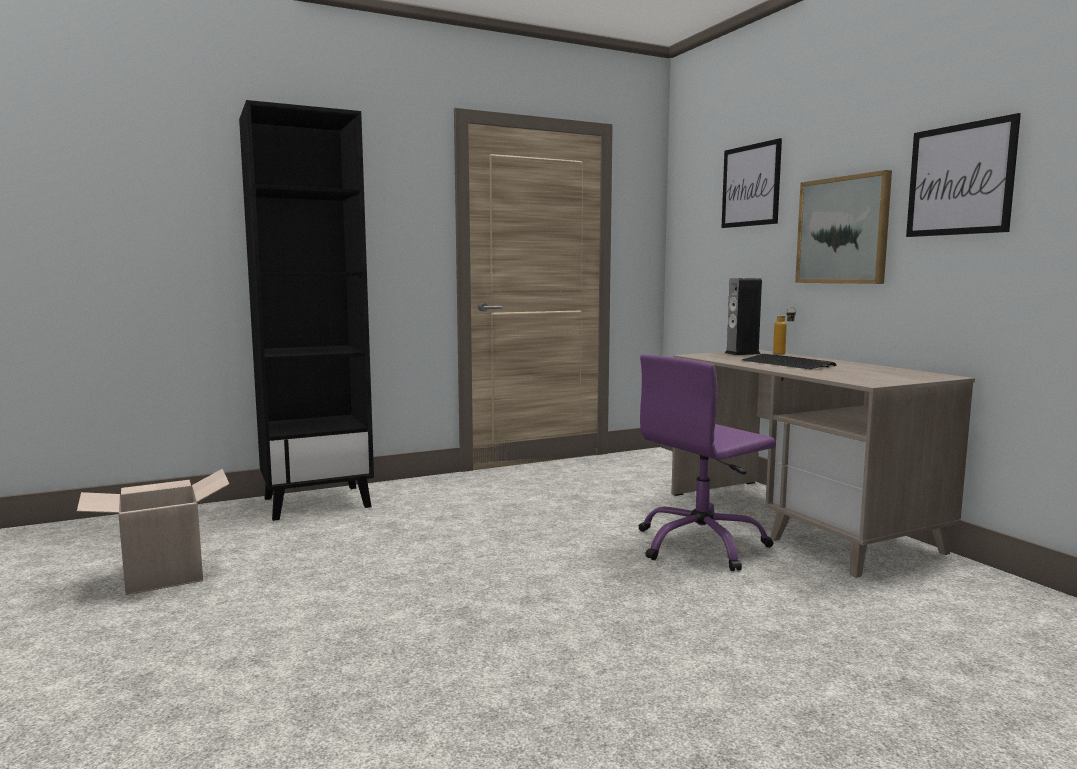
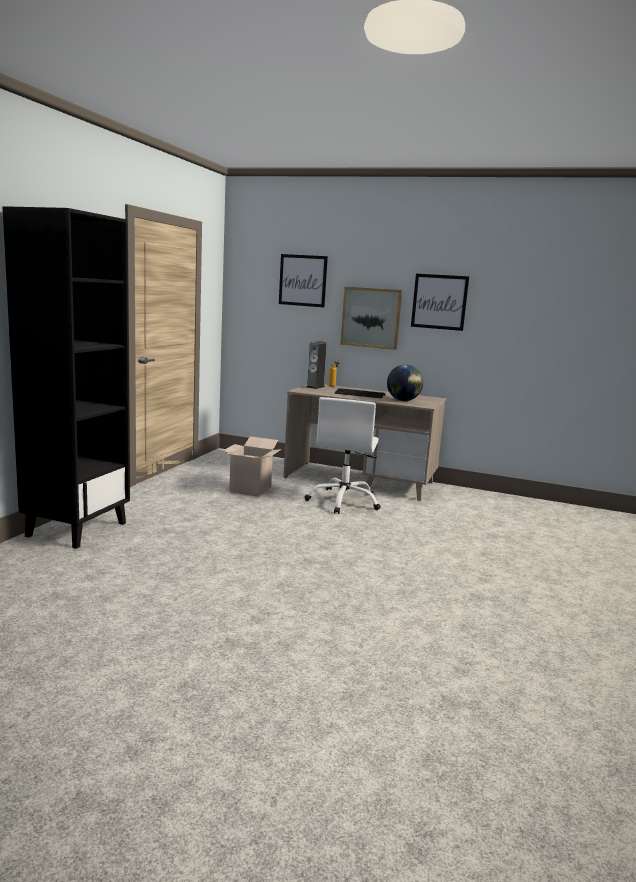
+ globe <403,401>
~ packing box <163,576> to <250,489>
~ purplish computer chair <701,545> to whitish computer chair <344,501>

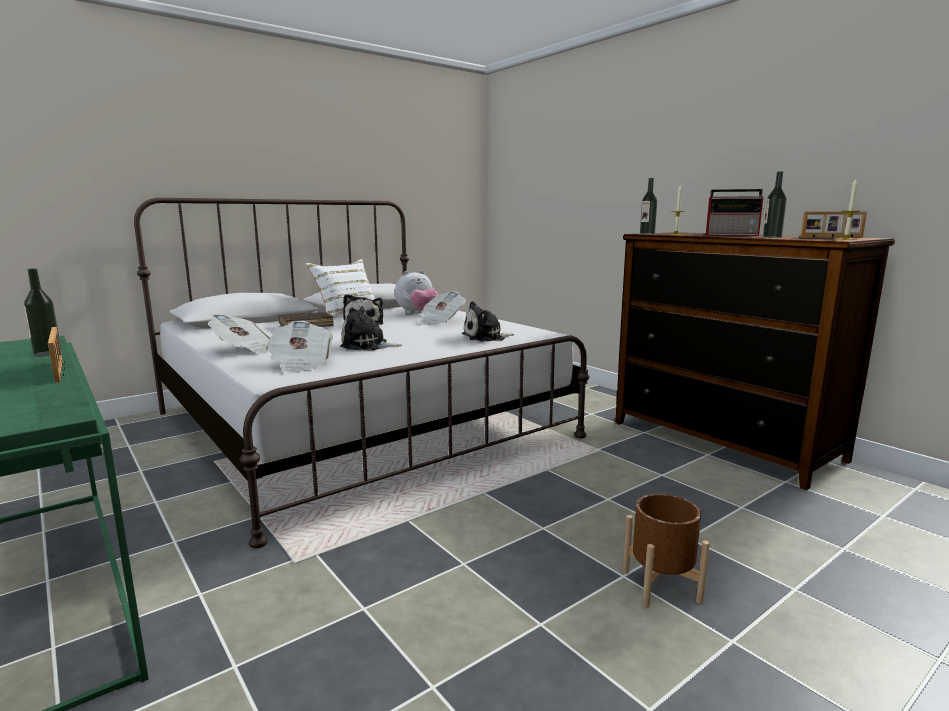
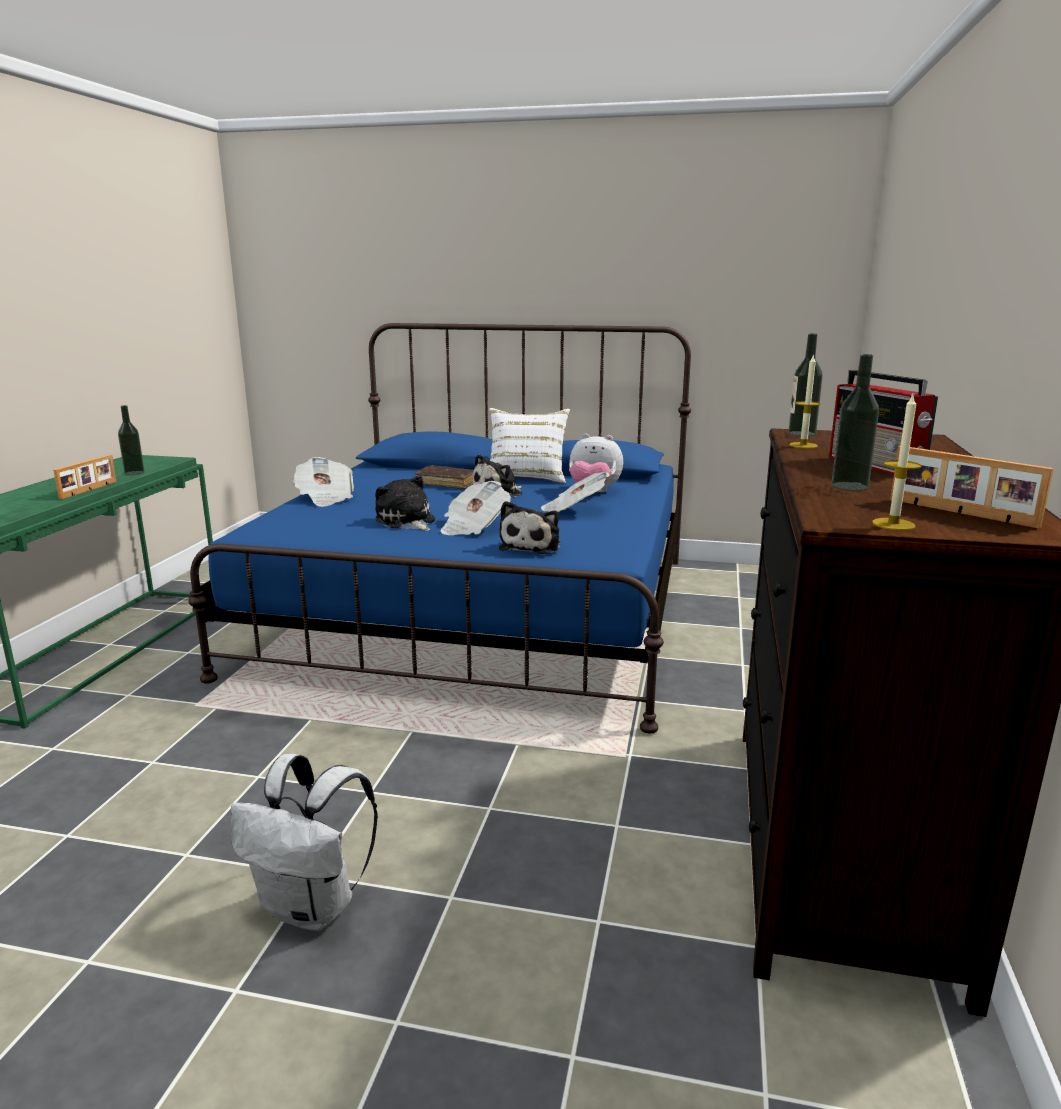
~ daily paper <301,364> to <473,527>
~ brown-coloured flower pot <660,586> to whitish backpack <312,907>
~ whitish sleeping bed <359,424> to blue-coloured sleeping bed <481,612>
~ plush toy <486,337> = <532,546> 105 degrees counterclockwise

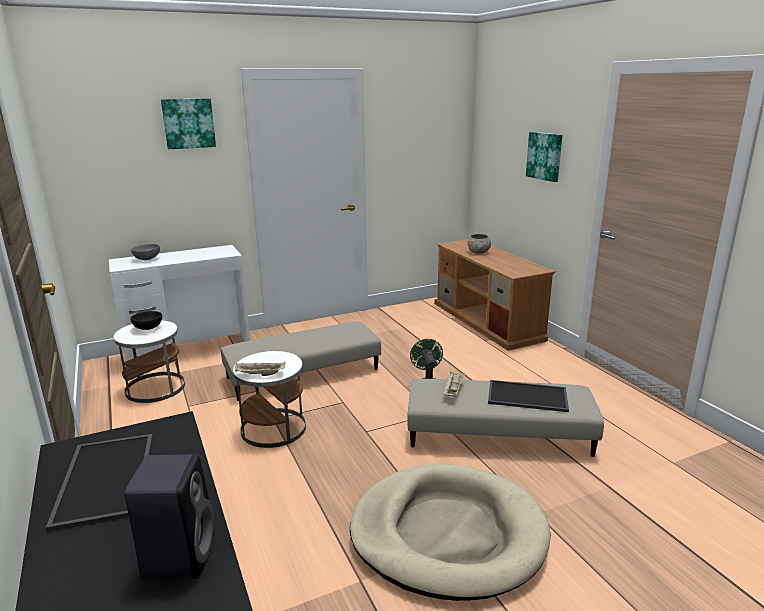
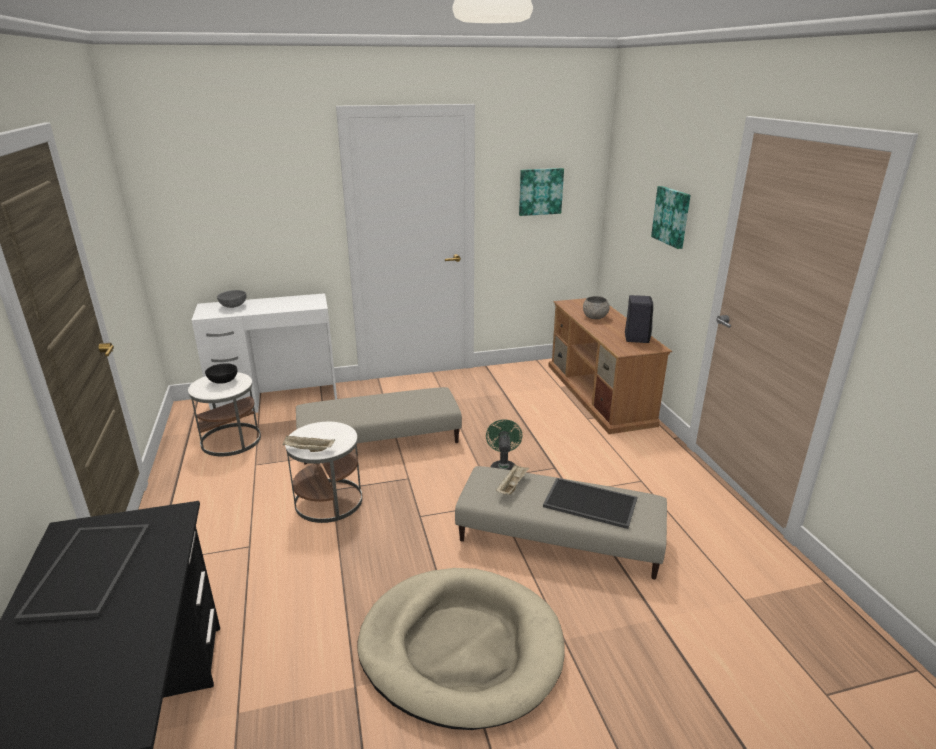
~ black speaker <179,554> to <636,337>
~ wall picture <188,123> to <540,191>

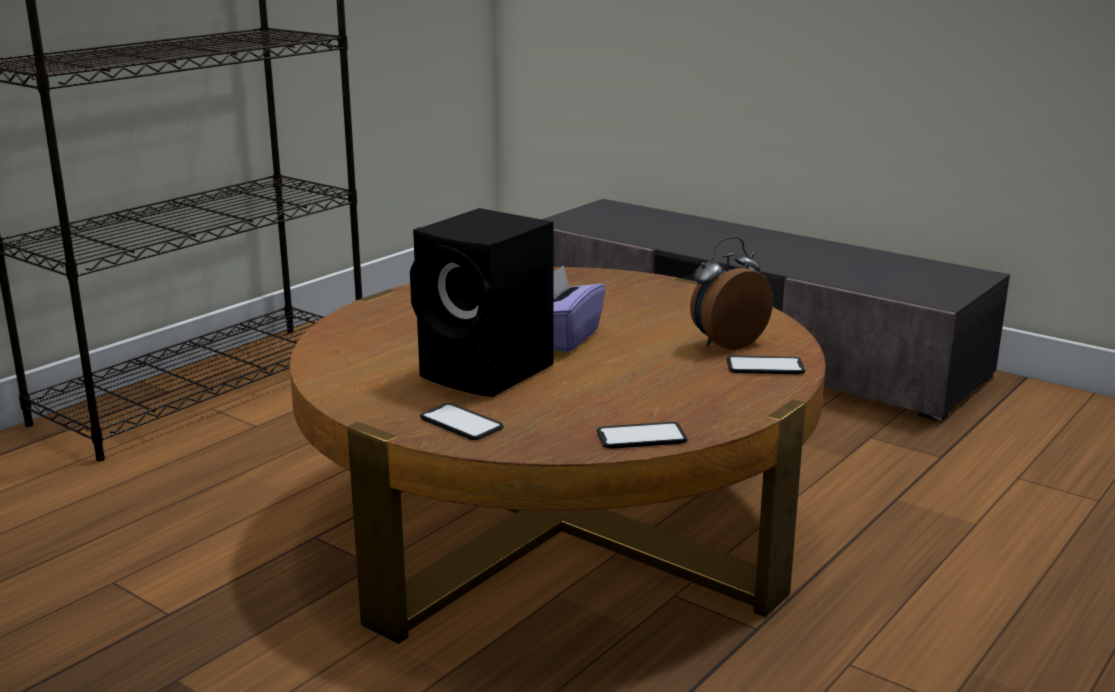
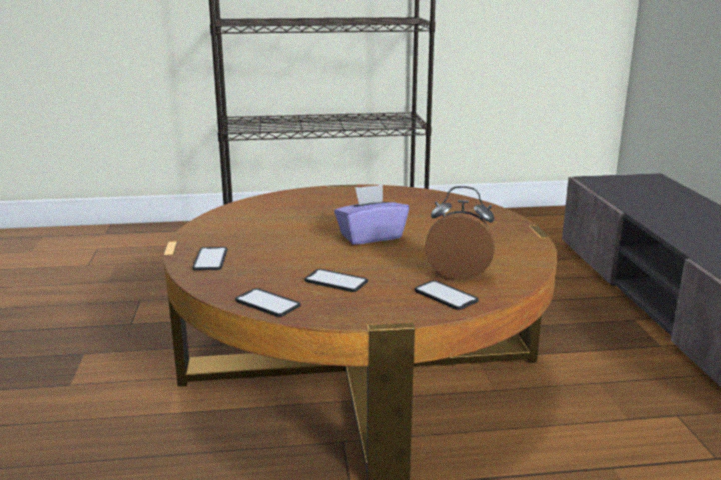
- black speaker <489,373>
+ telephone <336,281>

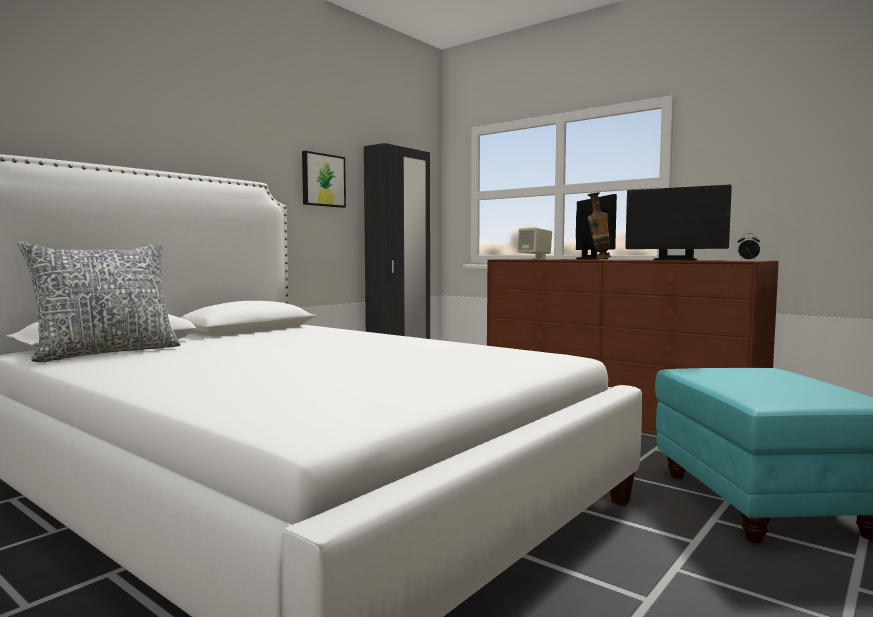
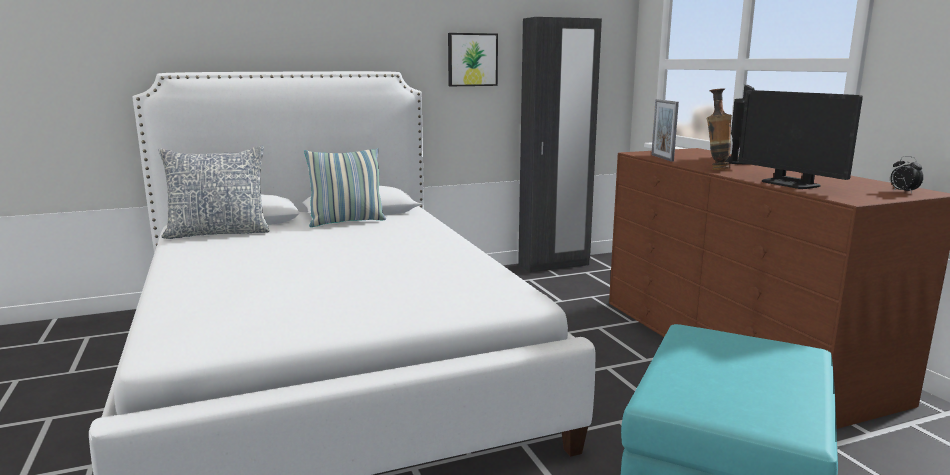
+ throw pillow <347,222>
~ beige-coloured speaker <534,259> to picture frame <662,158>

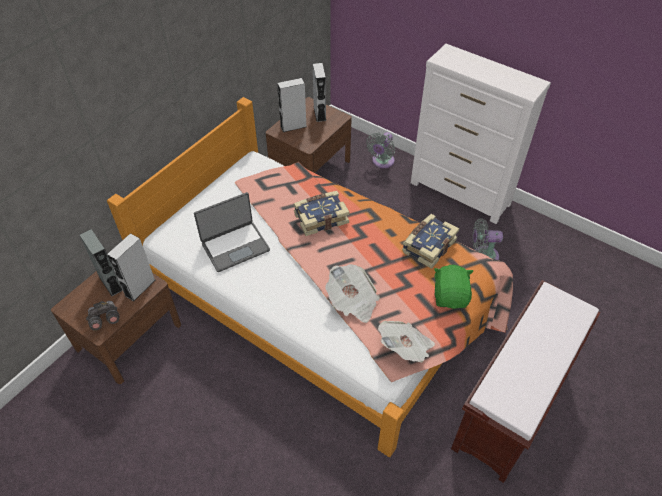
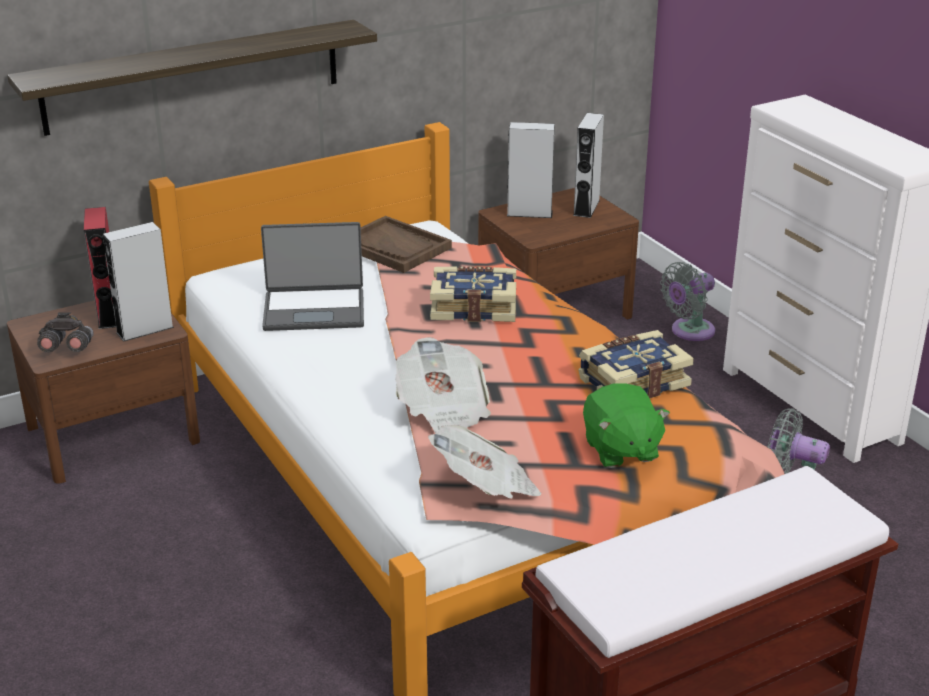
+ bracket shelf <193,76>
+ brown-coloured carrying tray <394,247>
~ greyish speaker <110,283> to red speaker <109,315>
~ green plush toy <450,296> = <620,450> 135 degrees clockwise

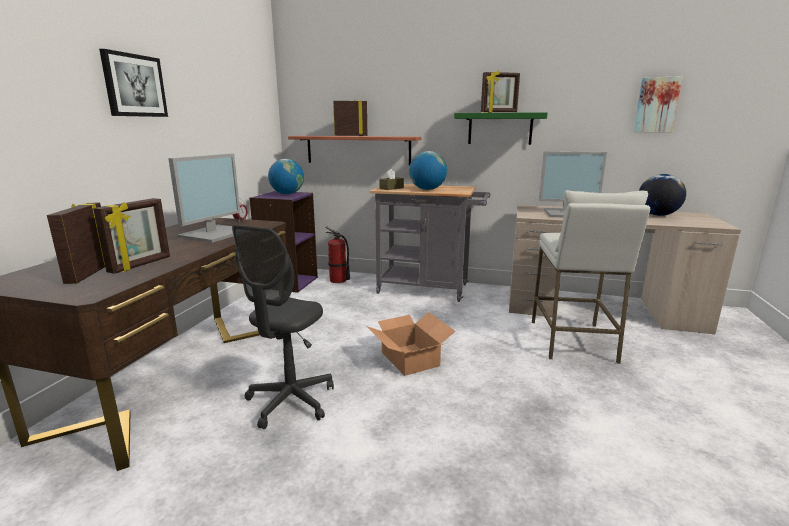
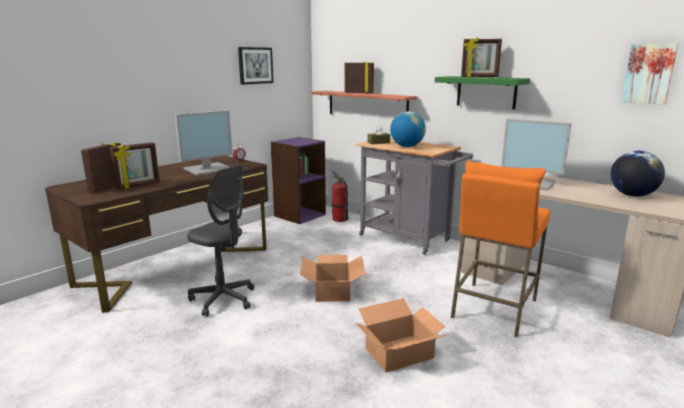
- globe <287,194>
+ packing box <400,353>
~ wall picture <134,85> to <255,65>
~ whitish sitting stool <573,341> to orangey sitting stool <493,308>
~ greyish computer chair <290,401> = <223,299> 105 degrees counterclockwise

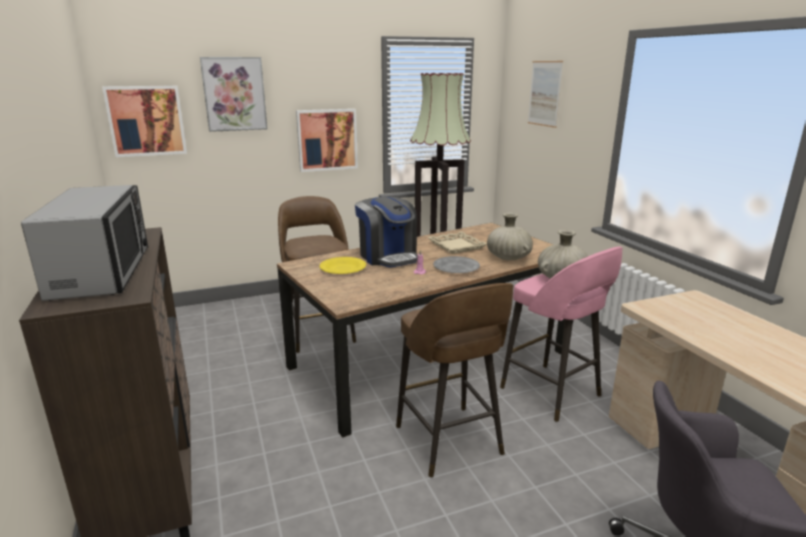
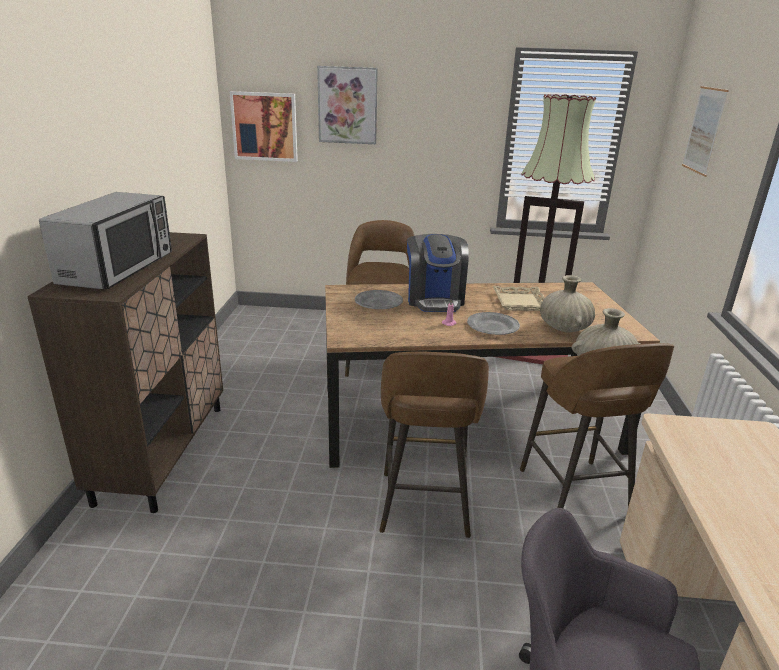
- wall picture <327,140>
~ yellow dinner plate <343,268> to greyish dinner plate <378,303>
~ pinkish sitting stool <552,393> to brown-coloured sitting stool <575,494>

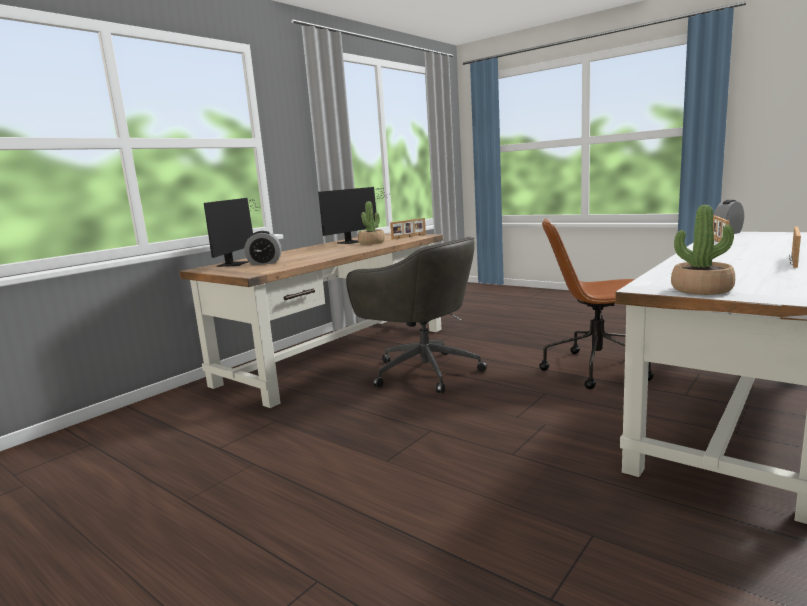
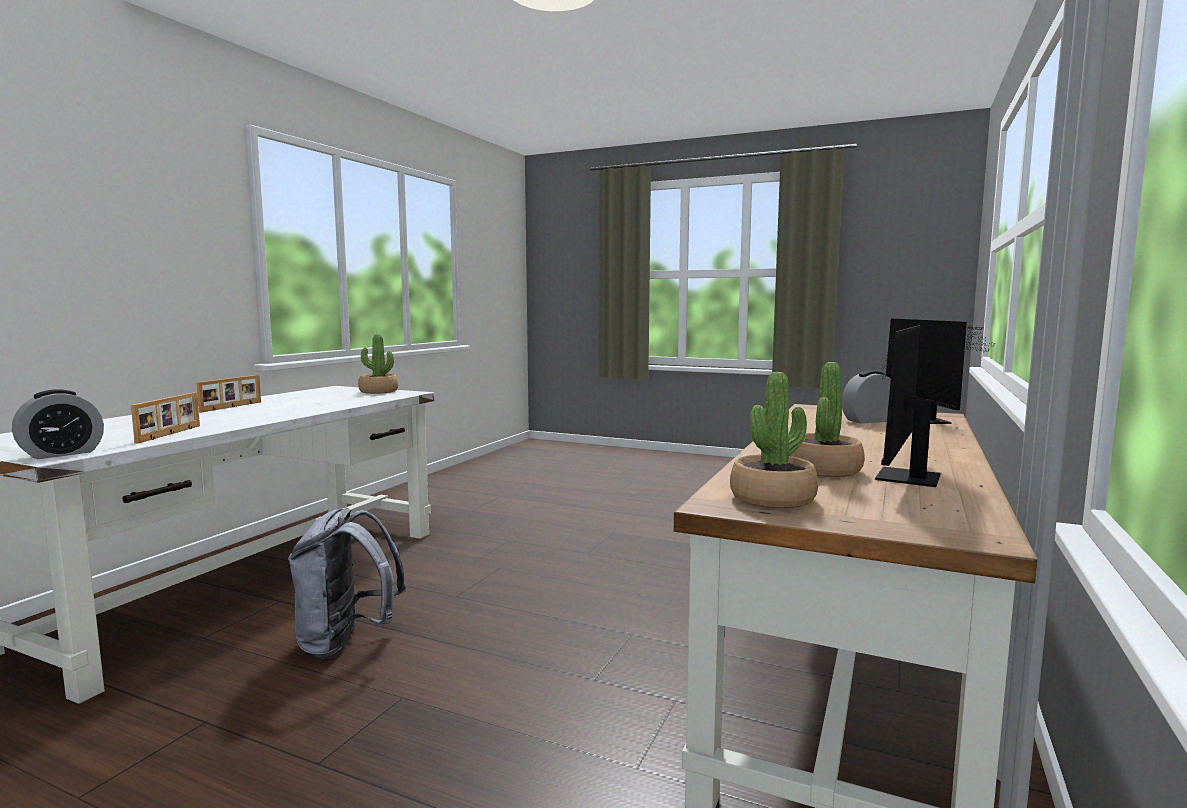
- greyish computer chair <423,371>
~ picture frame <409,236> to houseplant <772,498>
~ brown-coloured computer chair <598,369> to greyish backpack <347,643>

